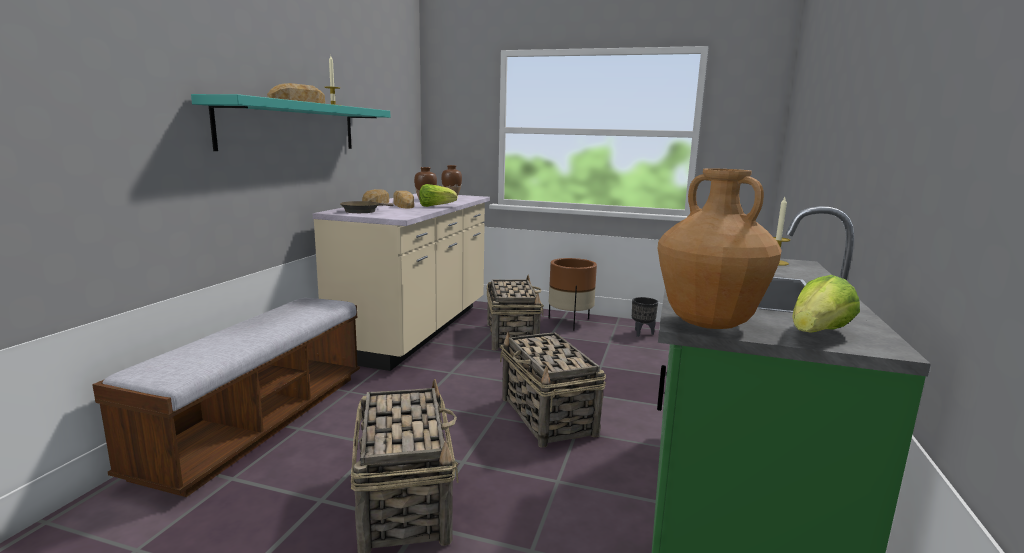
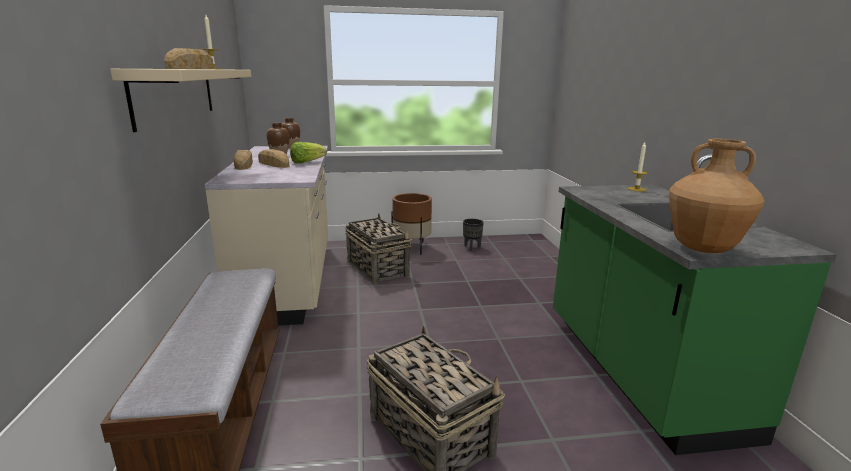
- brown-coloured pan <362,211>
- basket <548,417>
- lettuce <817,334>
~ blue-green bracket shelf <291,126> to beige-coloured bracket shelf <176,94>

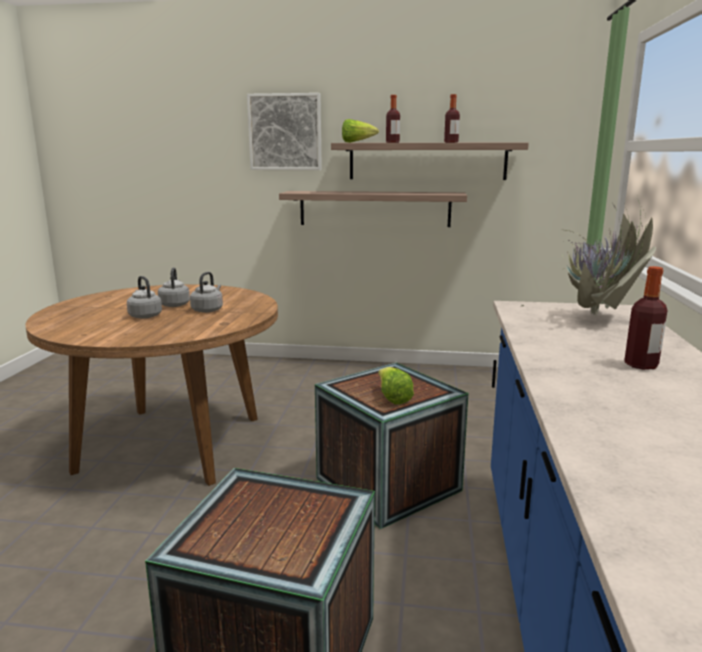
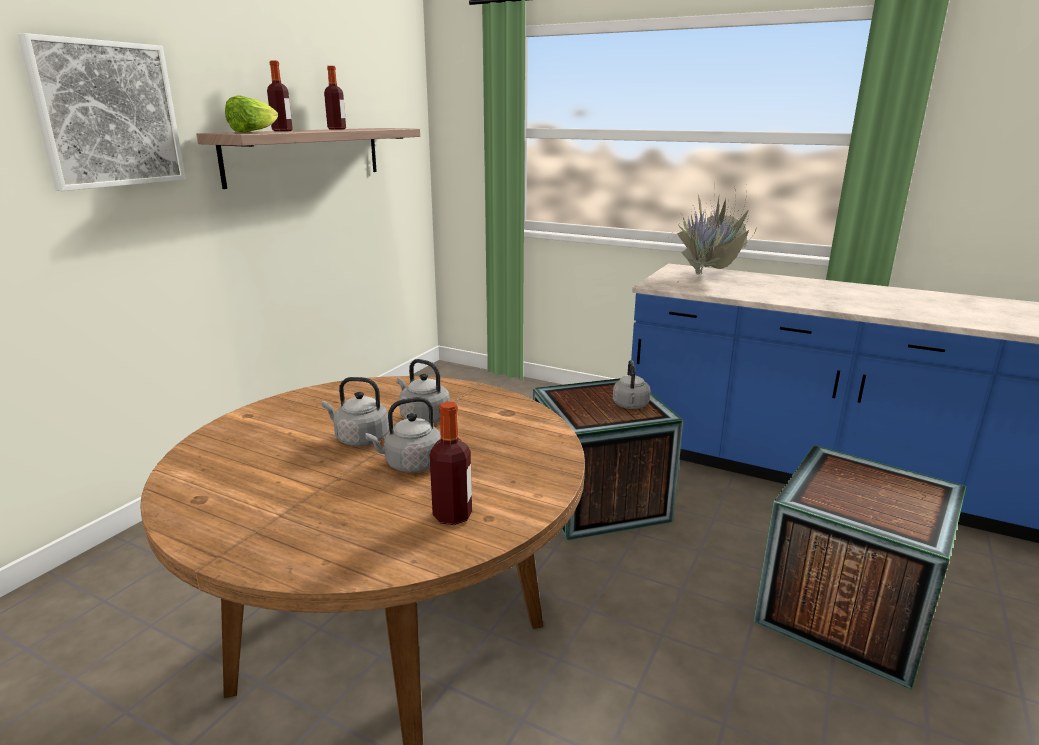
- bracket shelf <374,208>
~ beverage bottle <641,365> to <452,516>
~ lettuce <393,398> to greyish tea kettle <630,406>

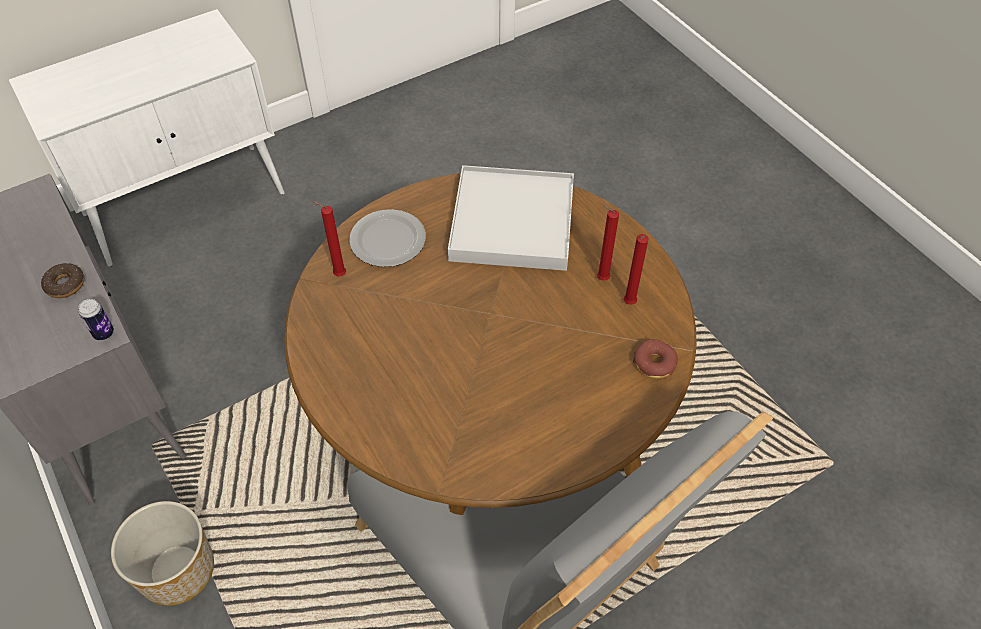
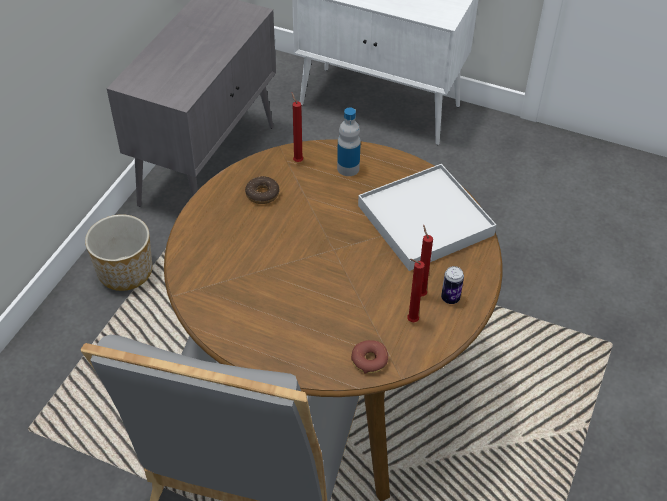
~ ring doughnut <65,285> to <262,194>
~ sealed can <103,333> to <450,298>
~ dinner plate <389,240> to beverage bottle <348,168>

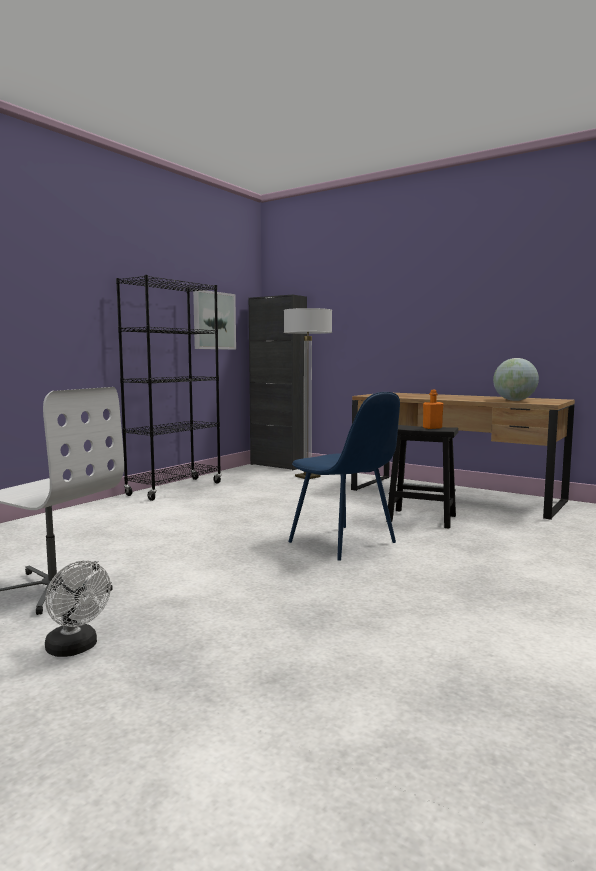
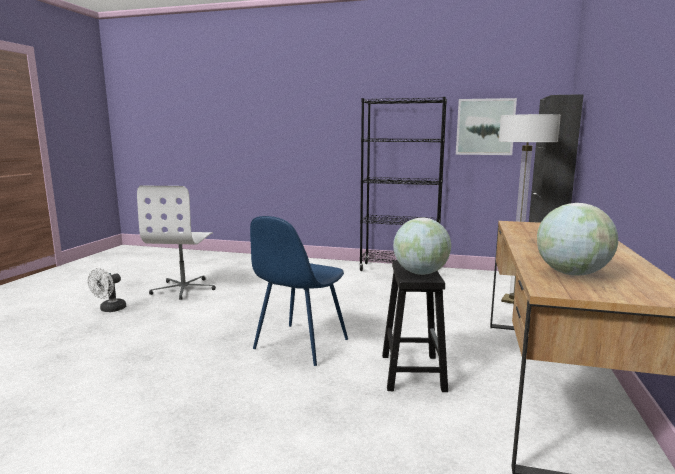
~ orangey beverage bottle <432,428> to globe <420,273>

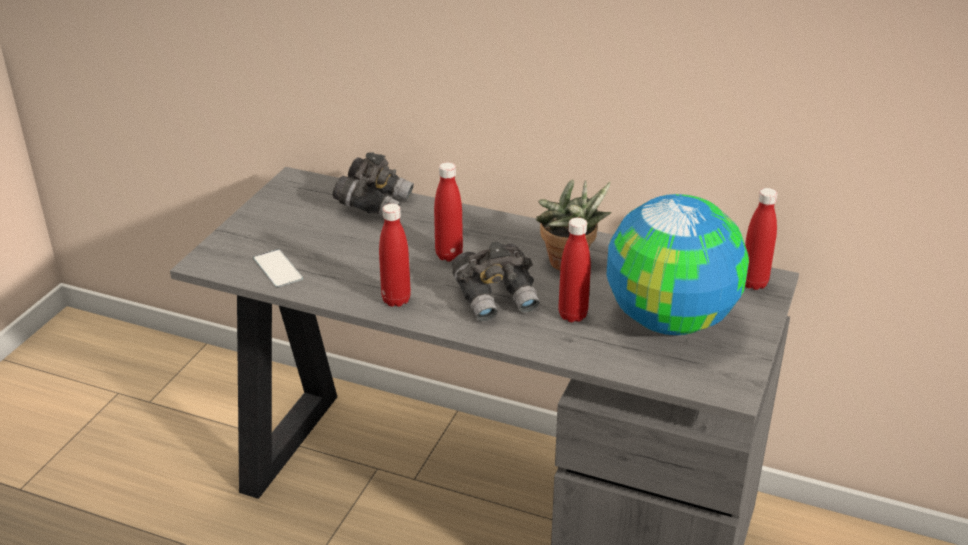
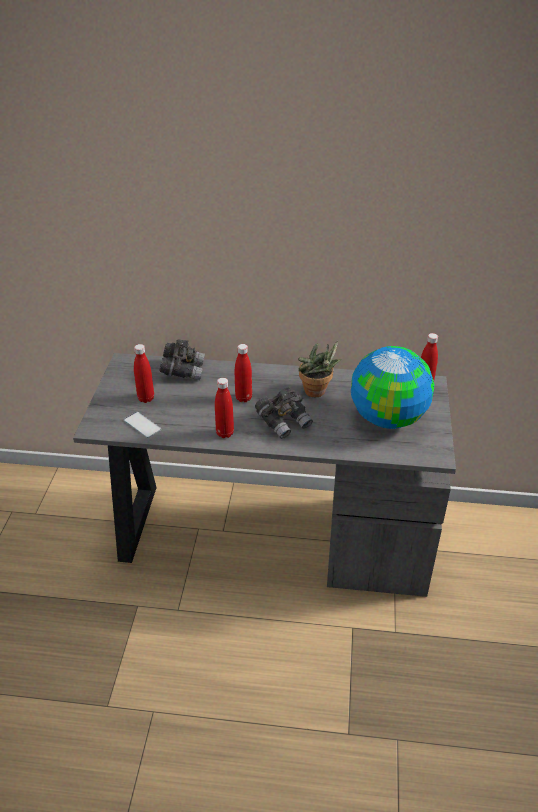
~ red beverage bottle <572,315> to <146,398>

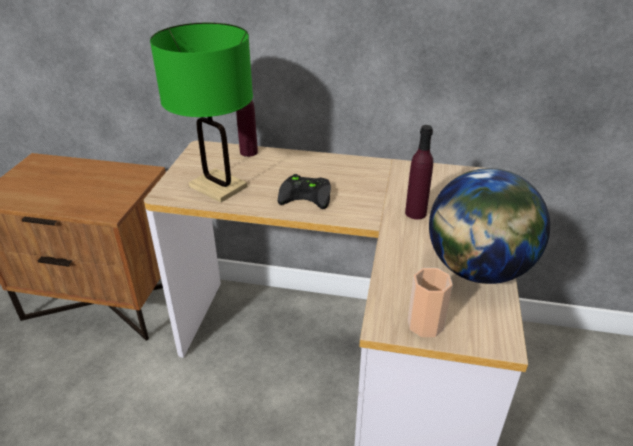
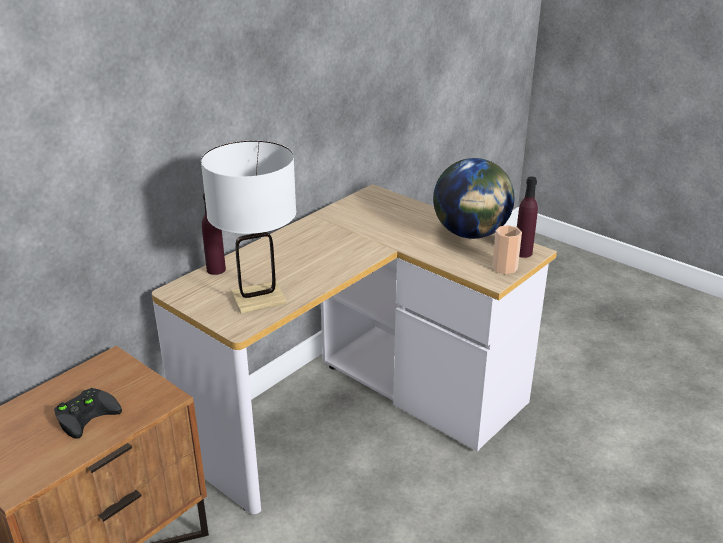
~ black gamepad <307,194> to <87,413>
~ purplish beverage bottle <415,213> to <523,253>
~ green lamp for a table <218,186> to whitish lamp for a table <258,299>

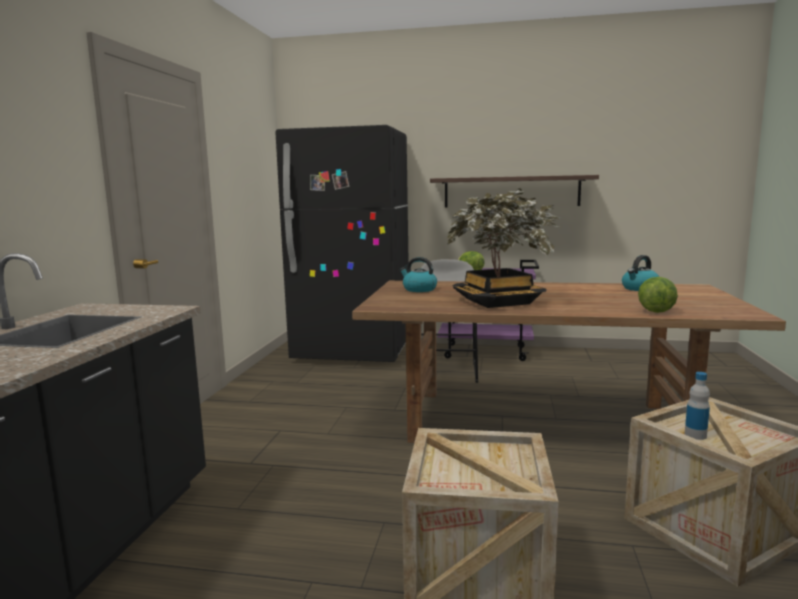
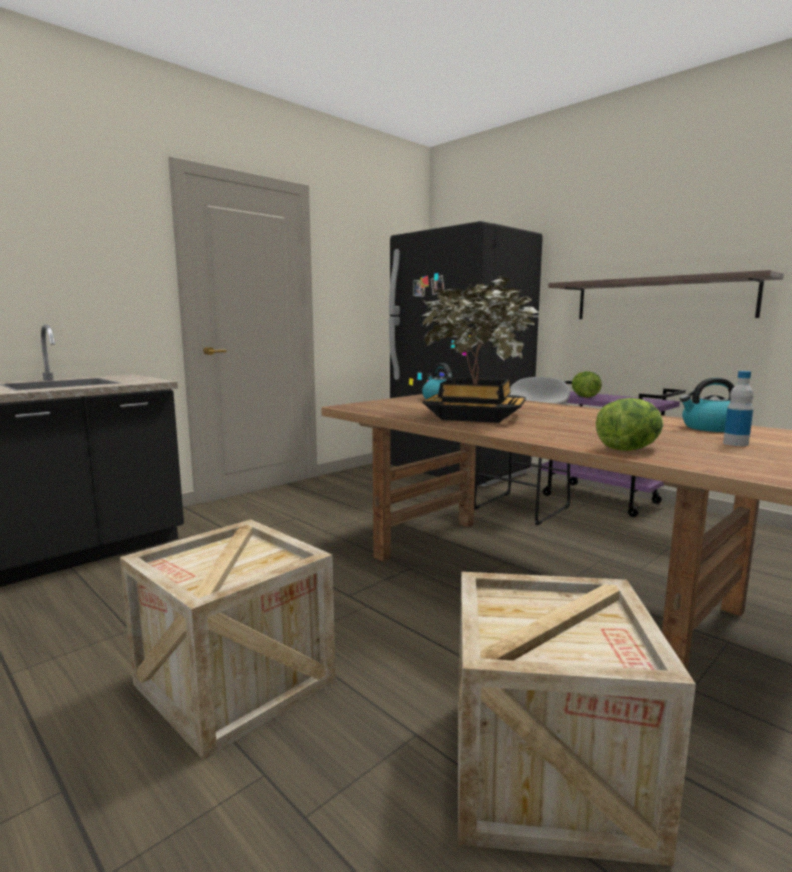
~ beverage bottle <695,435> to <735,444>

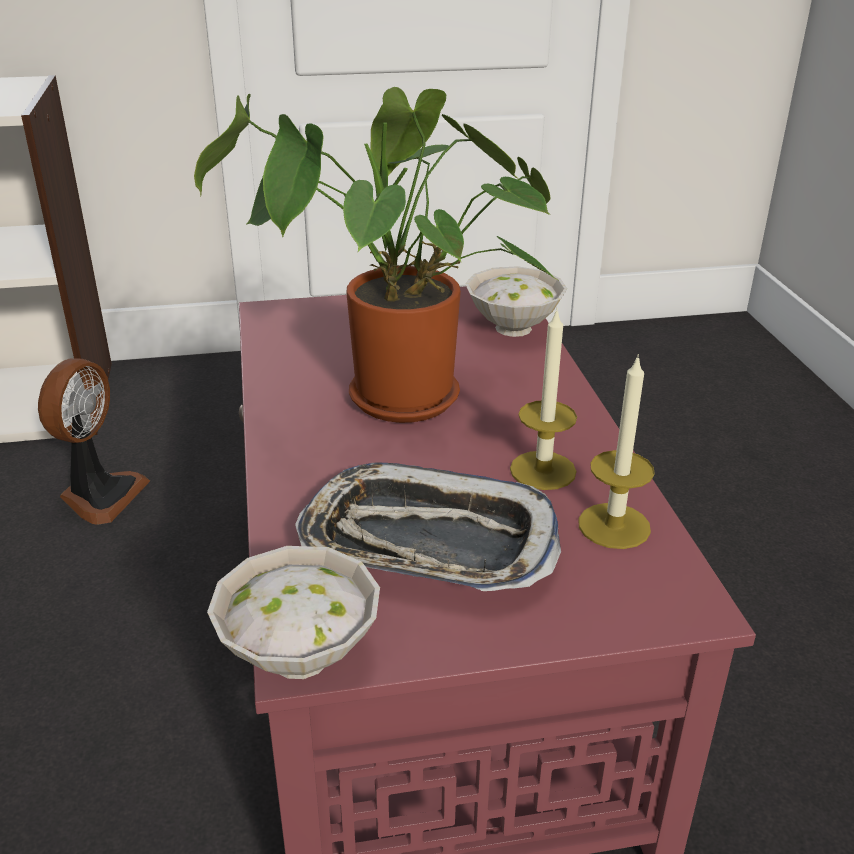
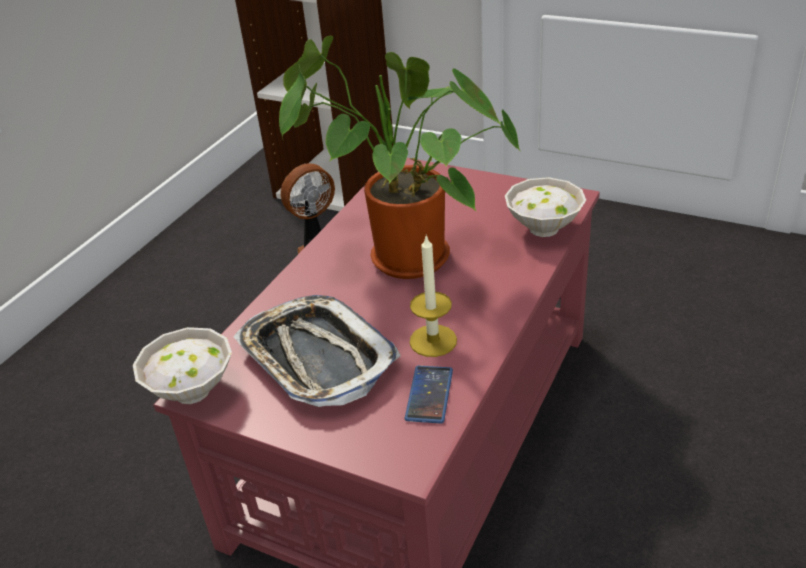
~ wax candle <614,526> to telephone <429,395>

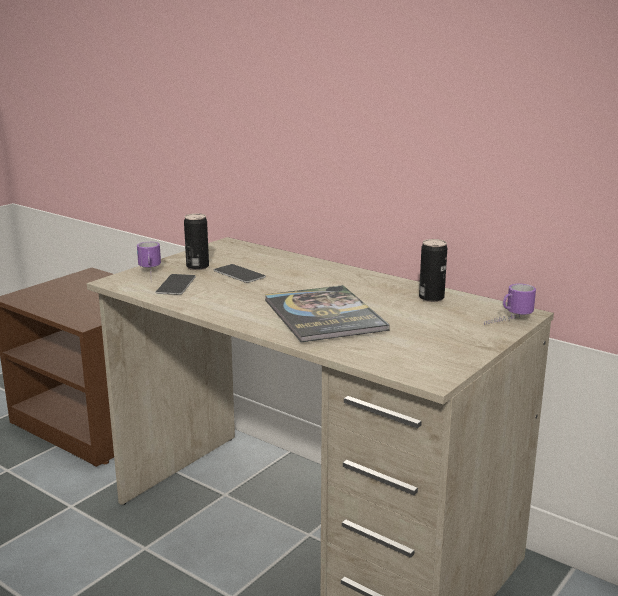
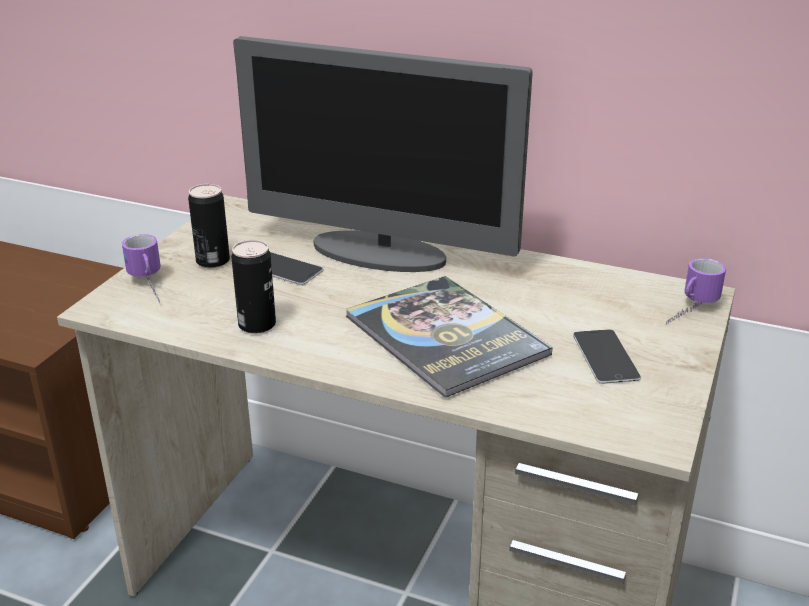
+ computer screen <380,253>
~ telephone <176,285> to <605,356>
~ sealed can <431,298> to <257,325>

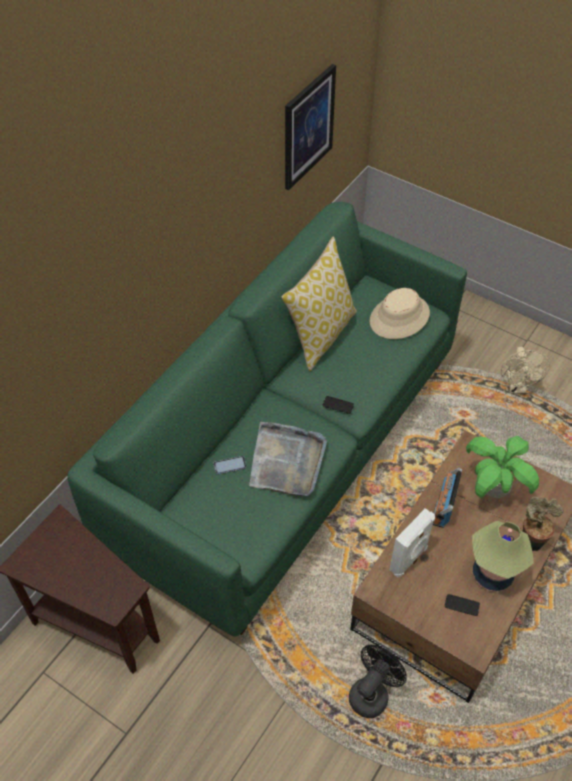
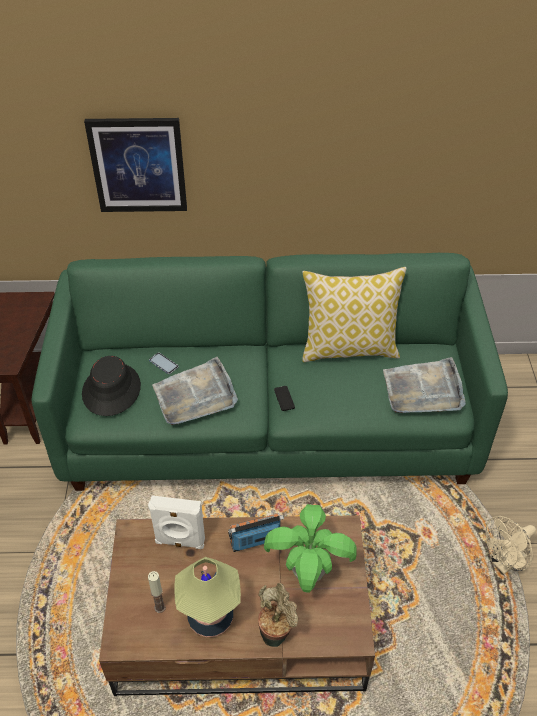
- black cooling fan <372,693>
+ black hat <111,390>
~ wall picture <308,127> to <138,165>
~ beige-coloured hat <399,317> to greyish carrying tray <423,390>
~ telephone <462,605> to wax candle <160,607>

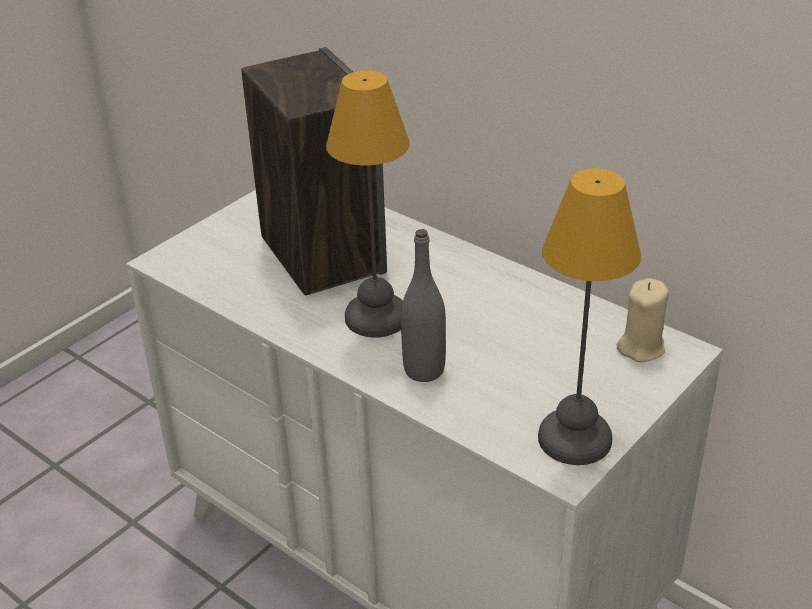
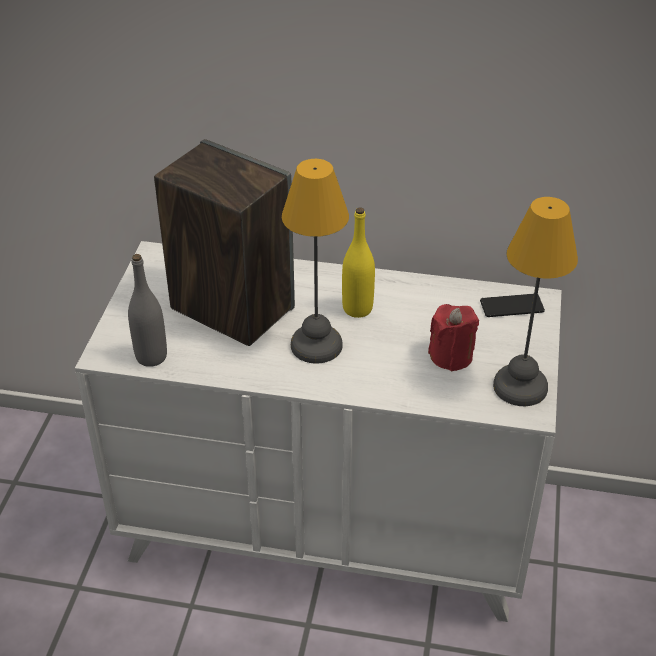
+ yellow beverage bottle <357,309>
+ red wax candle <451,356>
~ greyish beverage bottle <424,370> to <151,357>
~ beige-coloured wax candle <641,347> to telephone <512,306>

